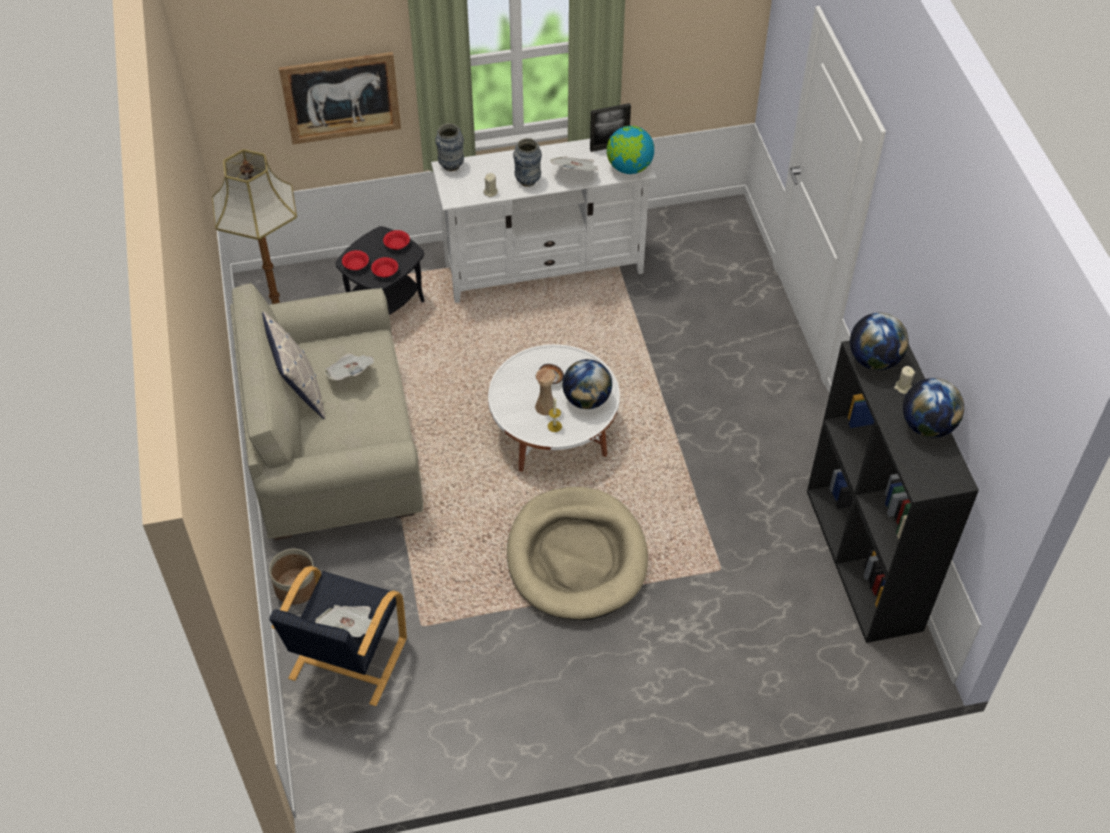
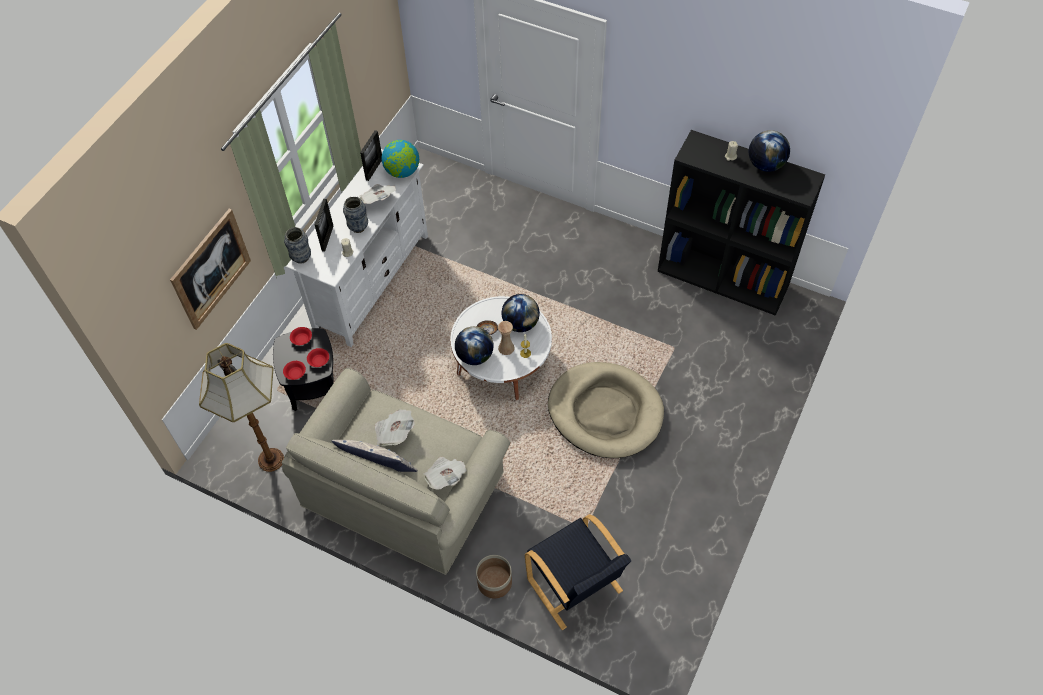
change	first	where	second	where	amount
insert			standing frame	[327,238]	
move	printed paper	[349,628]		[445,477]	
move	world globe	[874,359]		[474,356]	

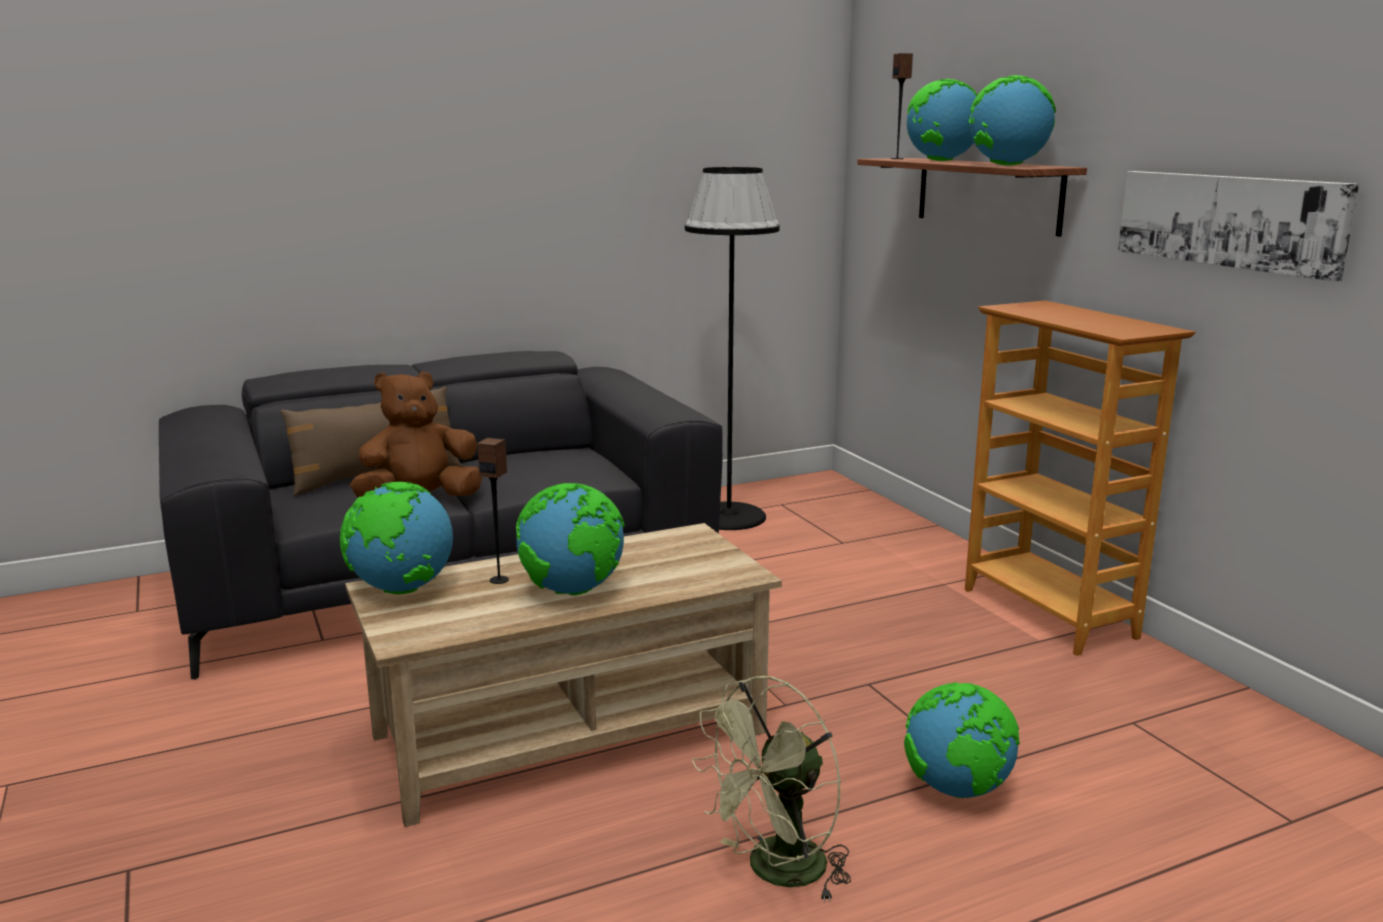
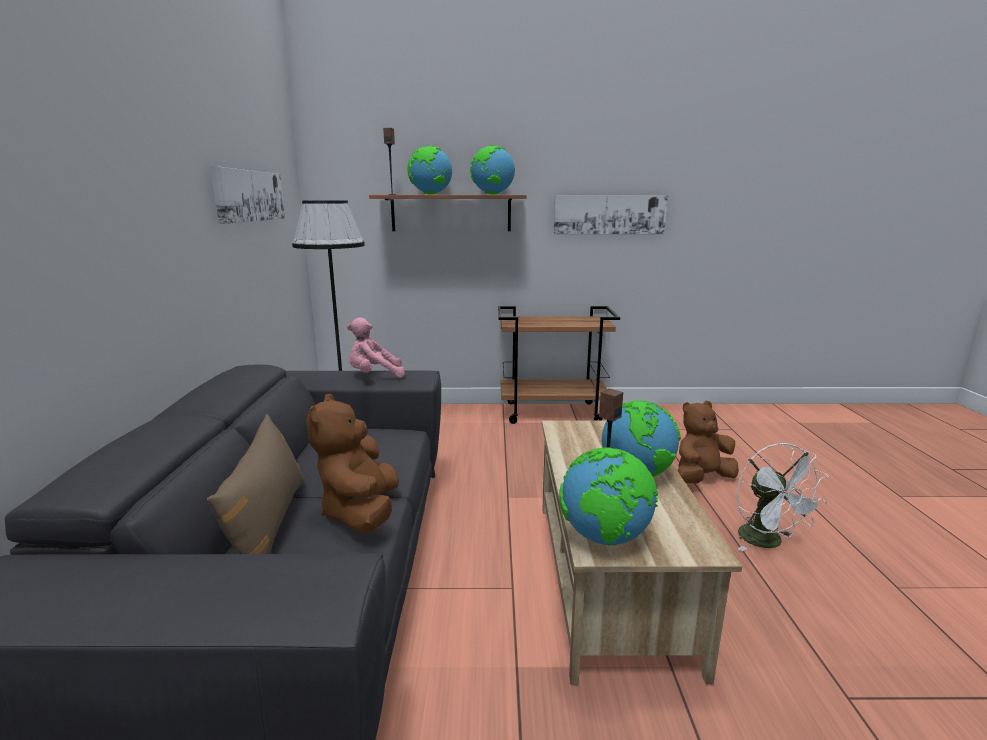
change	first	where	second	where	amount
insert			picture	[249,196]	
insert			pink cuddly toy	[374,375]	
replace	world globe	[958,791]	brownish cuddly toy	[701,478]	
replace	bookcase	[1050,613]	brownish trolley	[553,412]	
recolor	greenish cooling fan	[776,873]	white-coloured cooling fan	[767,542]	

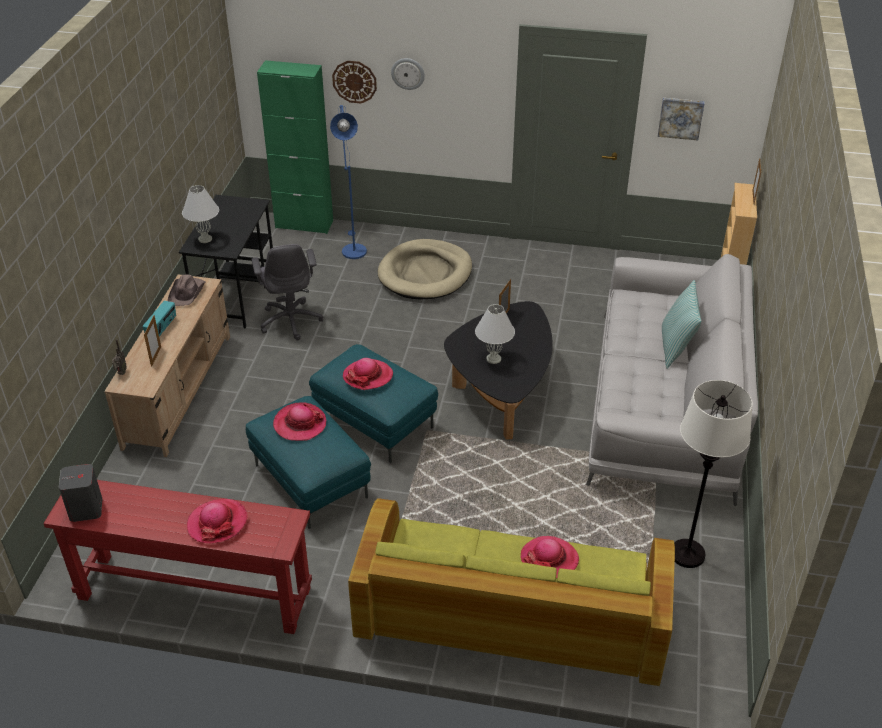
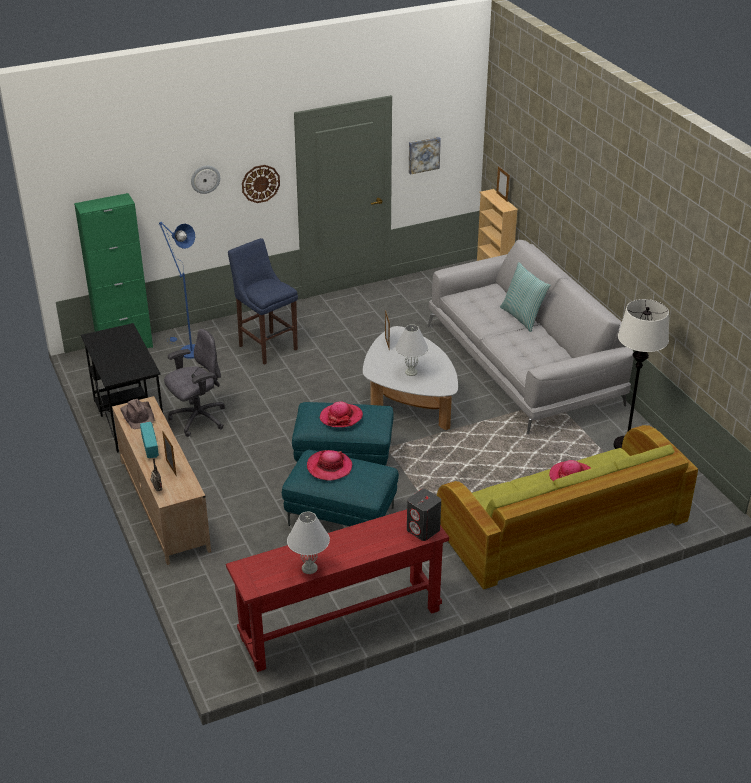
change	first	where	second	where	amount
delete	wearable hat	[217,523]			
move	greyish loudspeaker	[86,509]		[423,530]	
move	white-coloured tabletop lamp	[205,239]		[310,568]	
move	wall clock	[354,81]		[260,183]	
replace	sand-coloured dog bed	[425,273]	blue-coloured sitting stool	[266,346]	
recolor	blackish coffee table	[501,389]	white-coloured coffee table	[408,400]	
rotate	greyish computer chair	[291,320]		[197,419]	75 degrees counterclockwise

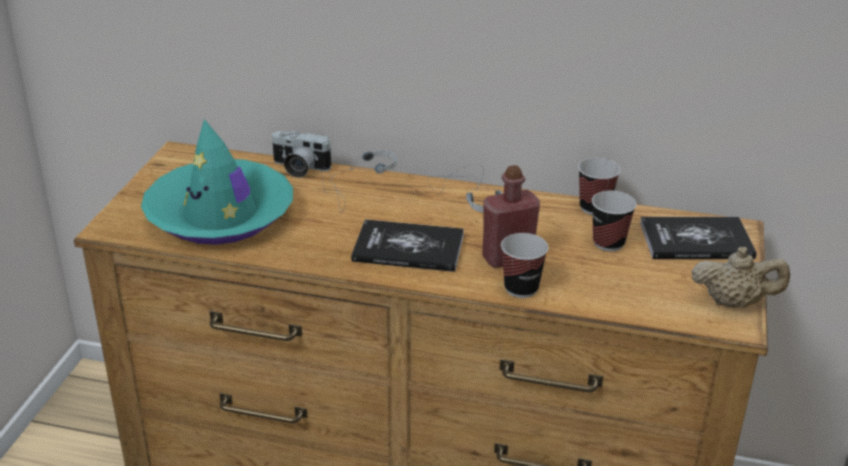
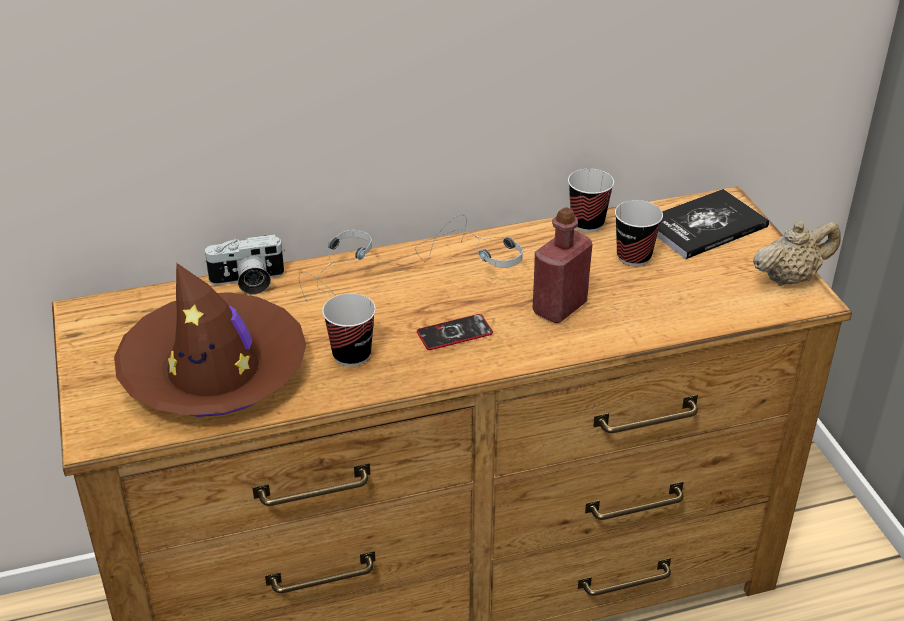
change	first	where	second	where	amount
move	cup	[521,288]		[351,355]	
replace	volume	[408,248]	phone	[454,333]	
recolor	turquoise-coloured wearable hat	[220,215]	brownish wearable hat	[214,371]	

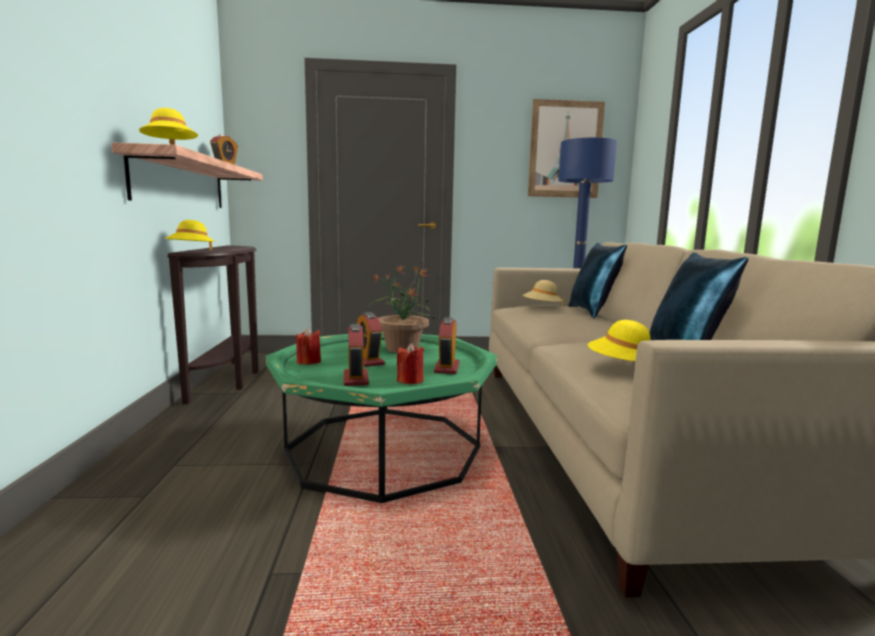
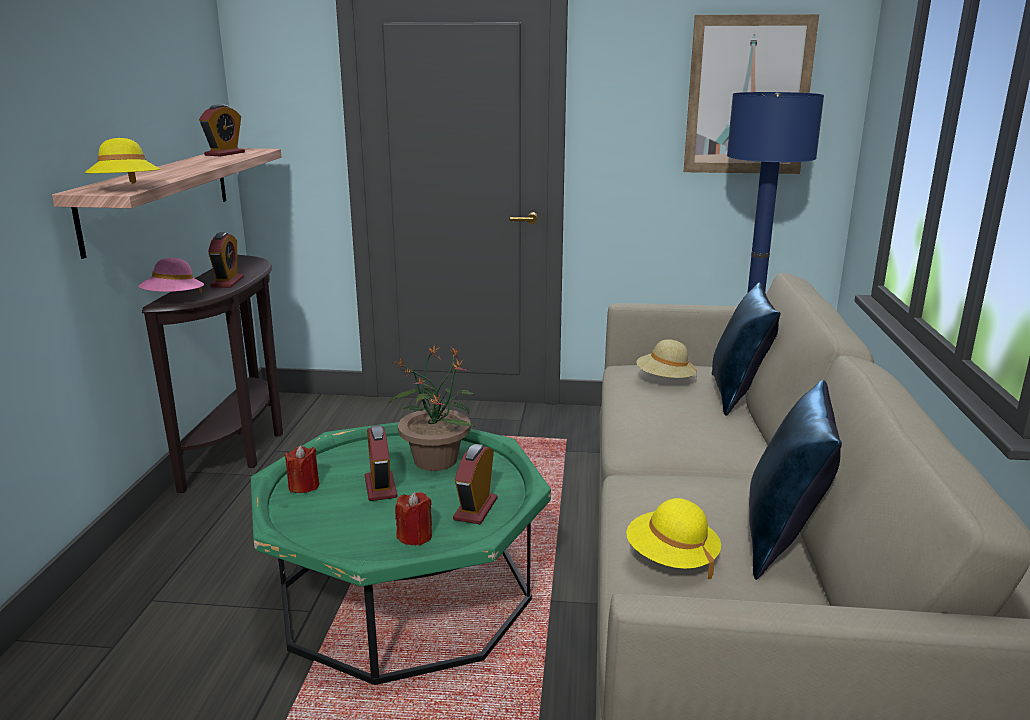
change	first	where	second	where	amount
move	table clock	[355,379]		[227,282]	
recolor	yellow wearable hat	[191,251]	pink wearable hat	[173,300]	

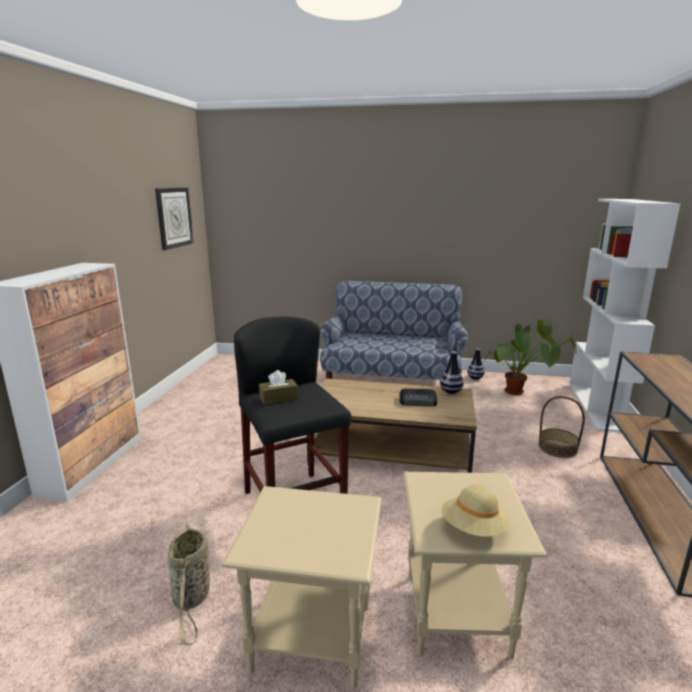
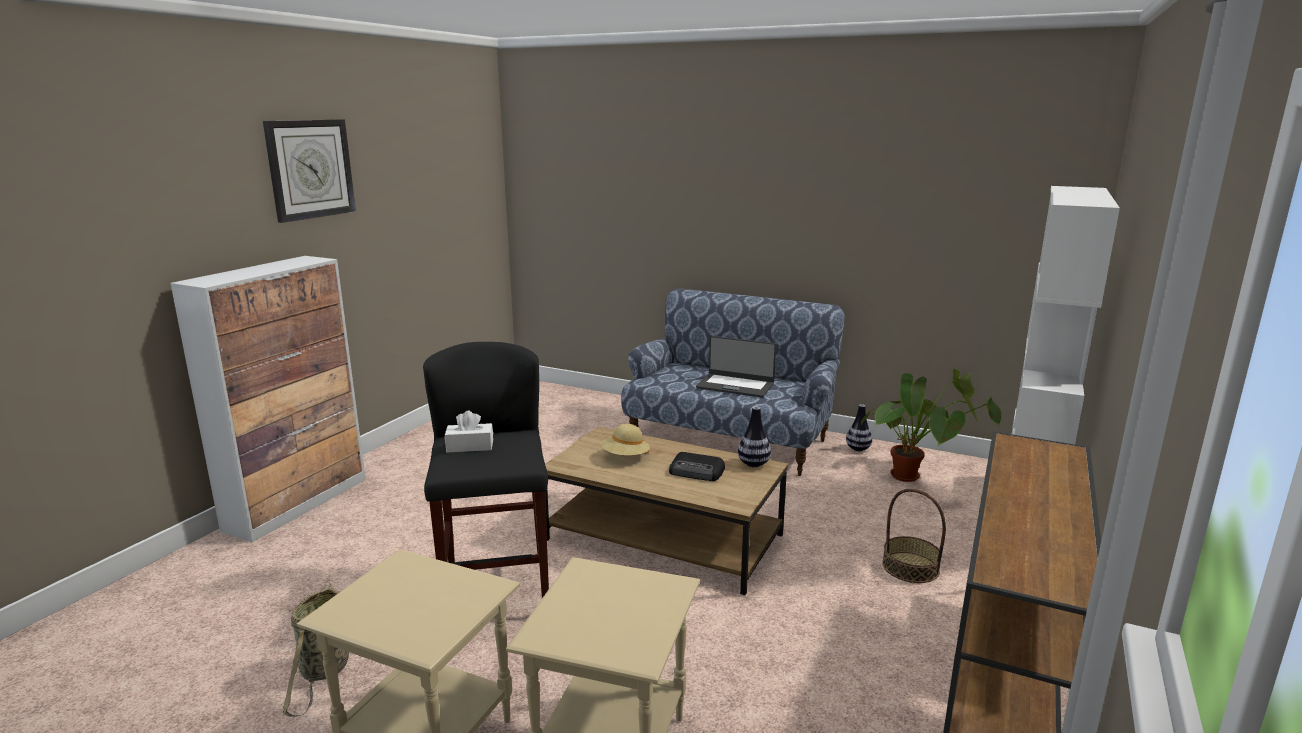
change	first	where	second	where	amount
insert			portable computer	[735,385]	
move	wall clock	[174,217]		[310,169]	
move	sand-coloured wearable hat	[473,529]		[625,457]	
recolor	brownish box of tissues	[278,398]	white-coloured box of tissues	[470,446]	

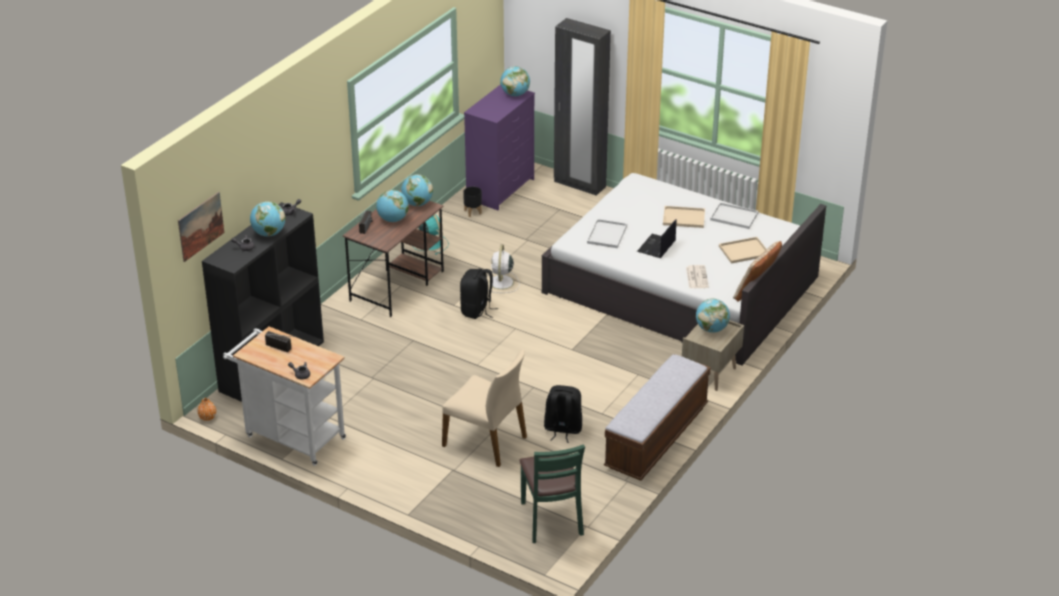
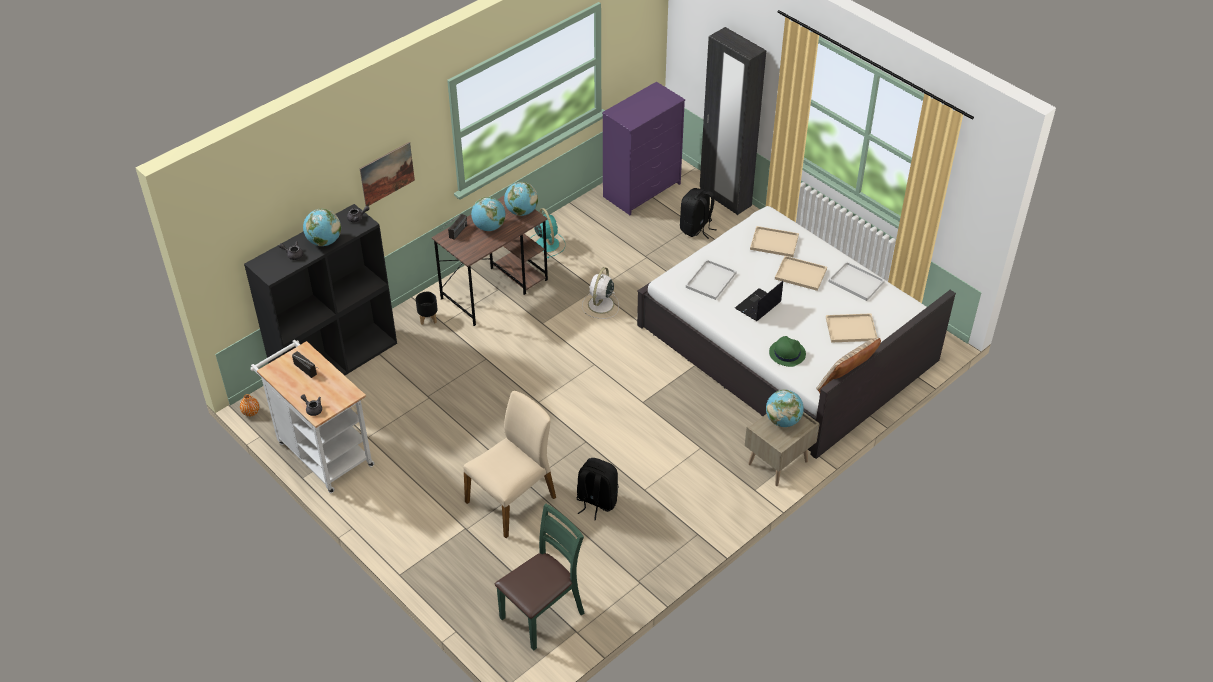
change	first	where	second	where	amount
delete	world globe	[515,94]			
delete	bench	[656,437]			
insert			sand-coloured tray	[775,242]	
move	picture	[200,226]		[387,174]	
move	blackish backpack	[477,310]		[696,228]	
move	blackish flower pot	[472,212]		[428,318]	
replace	printed paper	[696,277]	greenish wearable hat	[787,353]	
rotate	sand-coloured chair	[486,441]		[512,499]	90 degrees counterclockwise
rotate	greenish chair	[551,519]		[542,614]	135 degrees counterclockwise

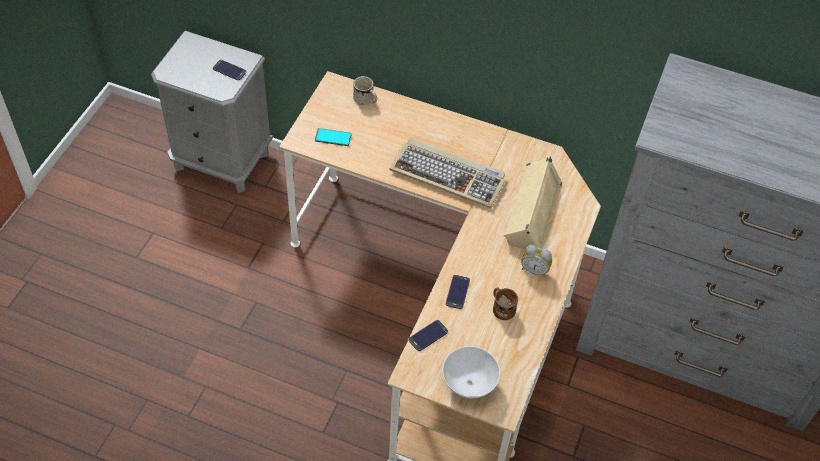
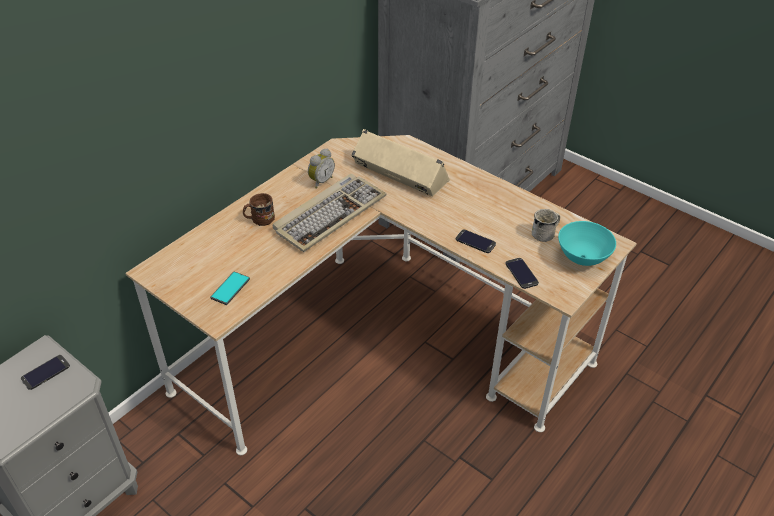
change	first	where	second	where	amount
move	white-coloured mug	[365,100]		[546,234]	
move	brownish mug	[502,308]		[259,219]	
move	table clock	[535,270]		[320,181]	
recolor	white-coloured deep dish	[469,384]	turquoise-coloured deep dish	[583,258]	

